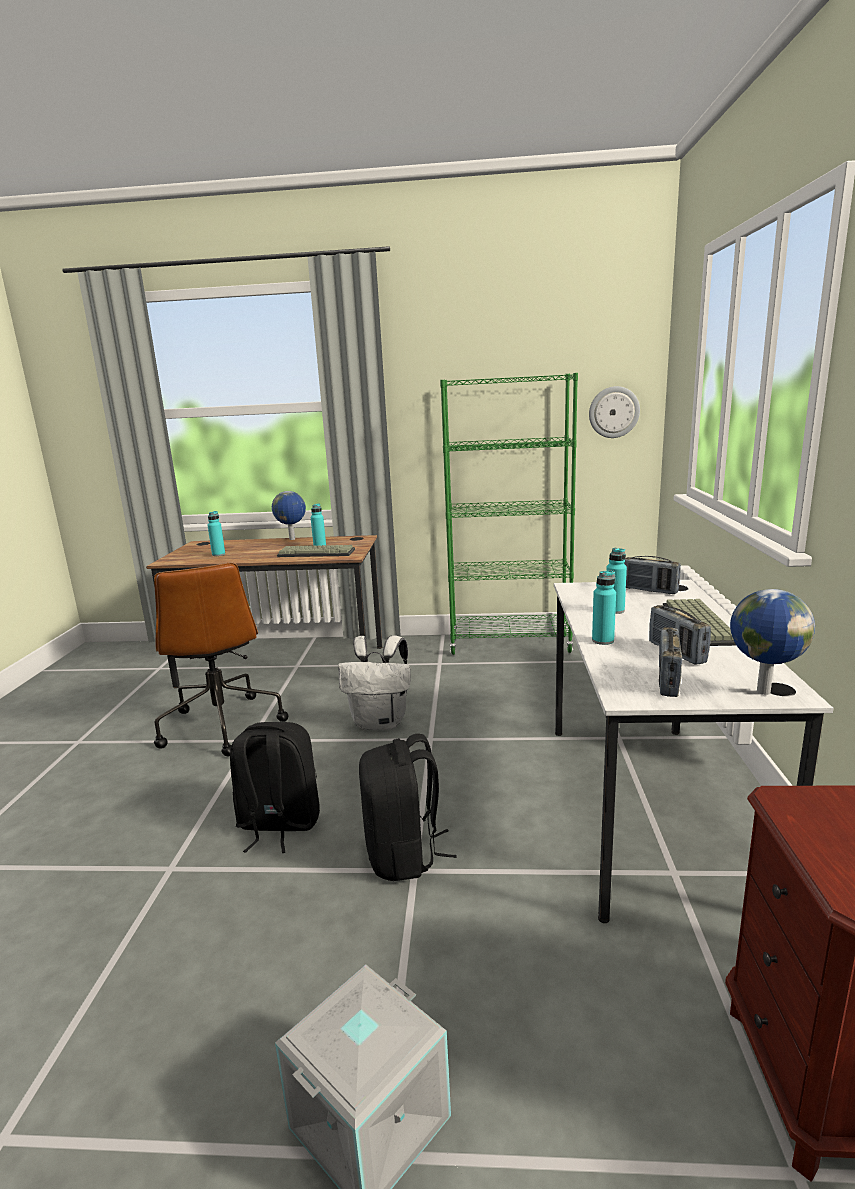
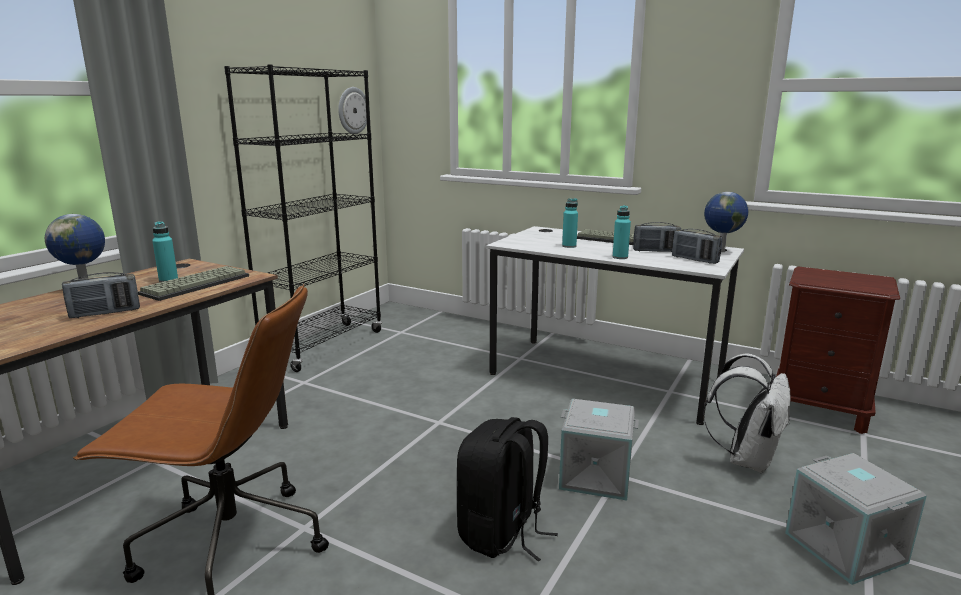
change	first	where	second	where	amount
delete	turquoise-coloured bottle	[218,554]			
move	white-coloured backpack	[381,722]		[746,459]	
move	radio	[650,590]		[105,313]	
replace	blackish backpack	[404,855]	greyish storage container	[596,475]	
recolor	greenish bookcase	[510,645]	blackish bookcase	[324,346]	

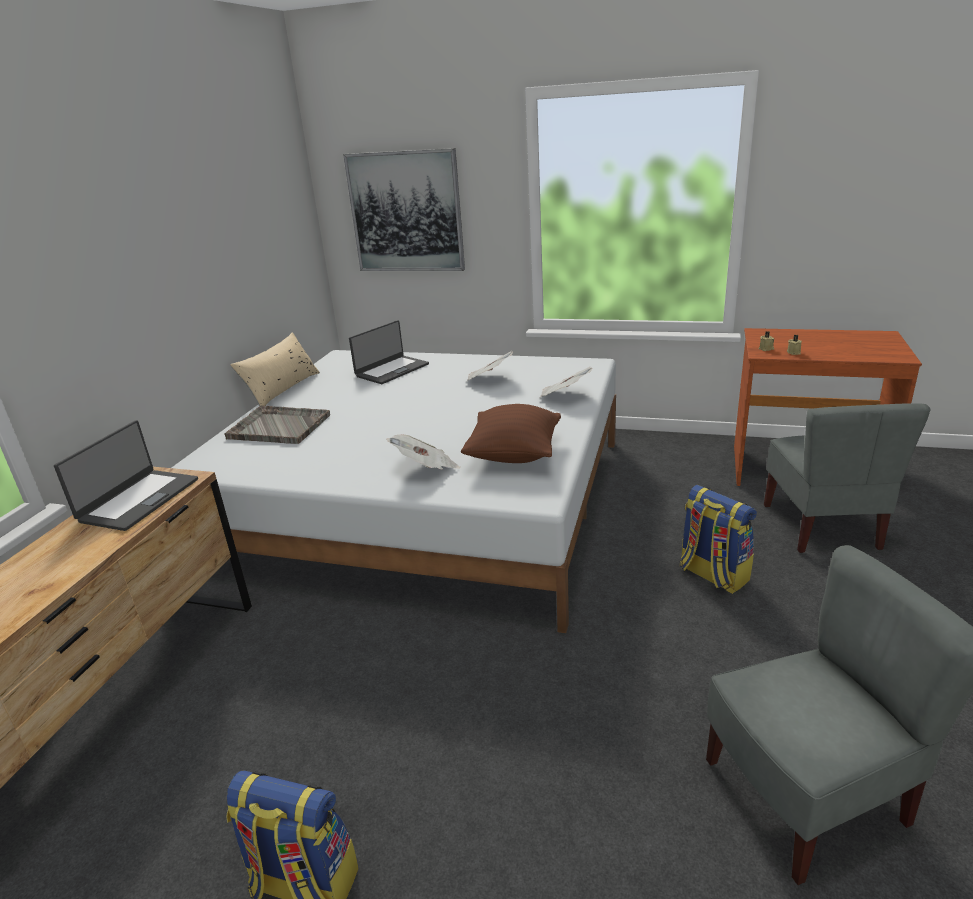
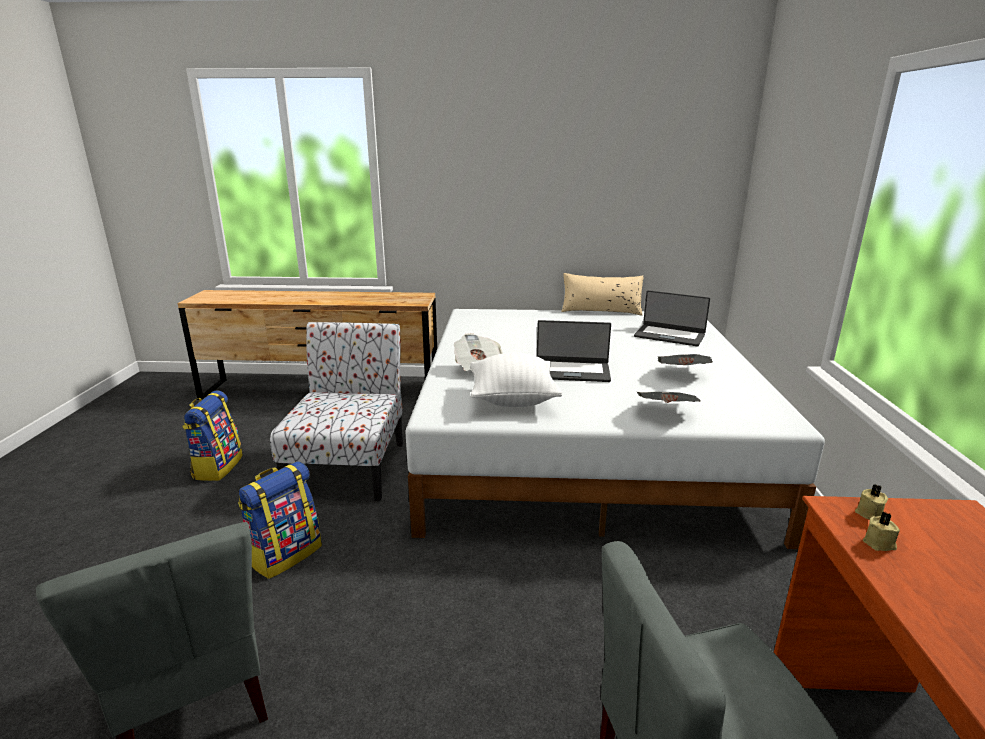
change	first	where	second	where	amount
delete	greyish tray	[278,426]			
delete	picture	[406,212]			
insert			chair	[349,466]	
move	portable computer	[138,500]		[572,371]	
move	backpack	[712,574]		[285,554]	
recolor	brownish throw pillow	[514,455]	white-coloured throw pillow	[513,400]	

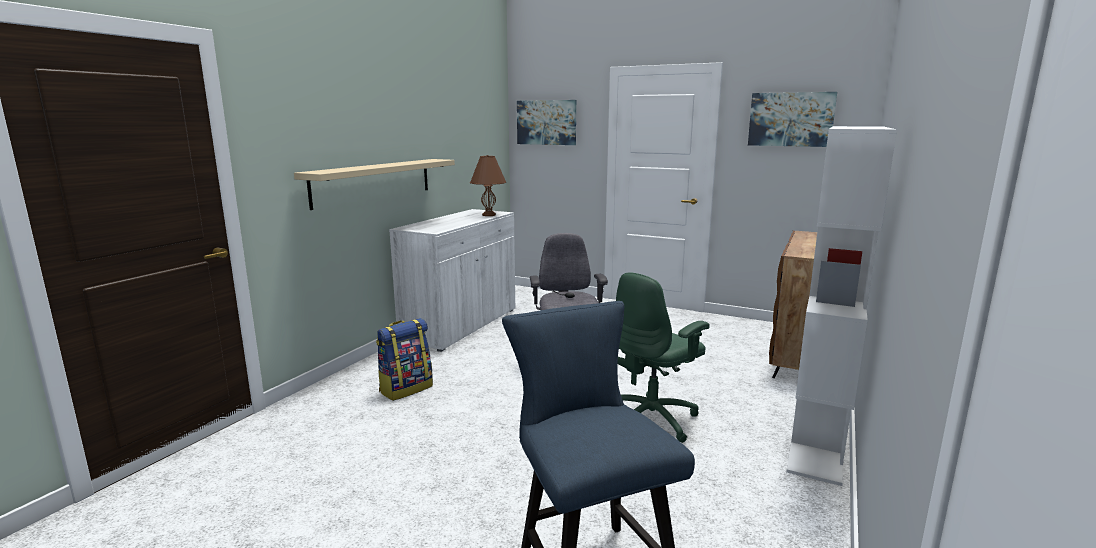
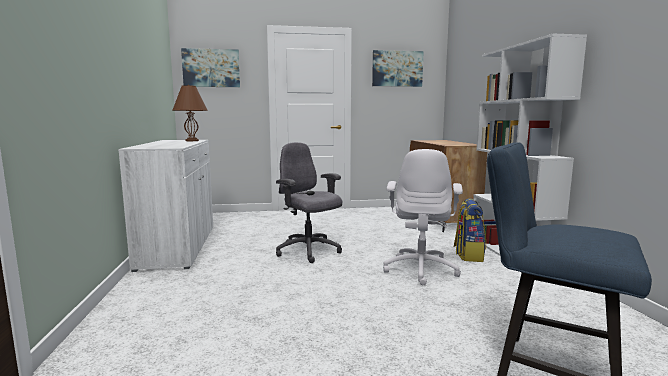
change	first	where	second	where	amount
delete	sand-coloured shelf	[374,181]			
move	backpack	[406,389]		[468,255]	
recolor	greenish computer chair	[652,419]	white-coloured computer chair	[421,269]	

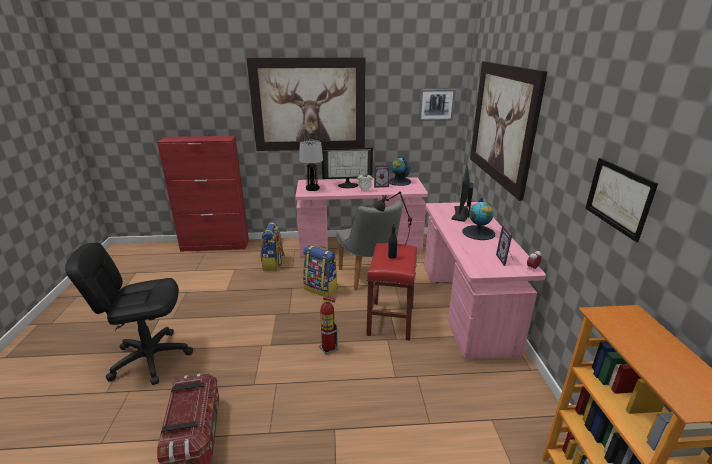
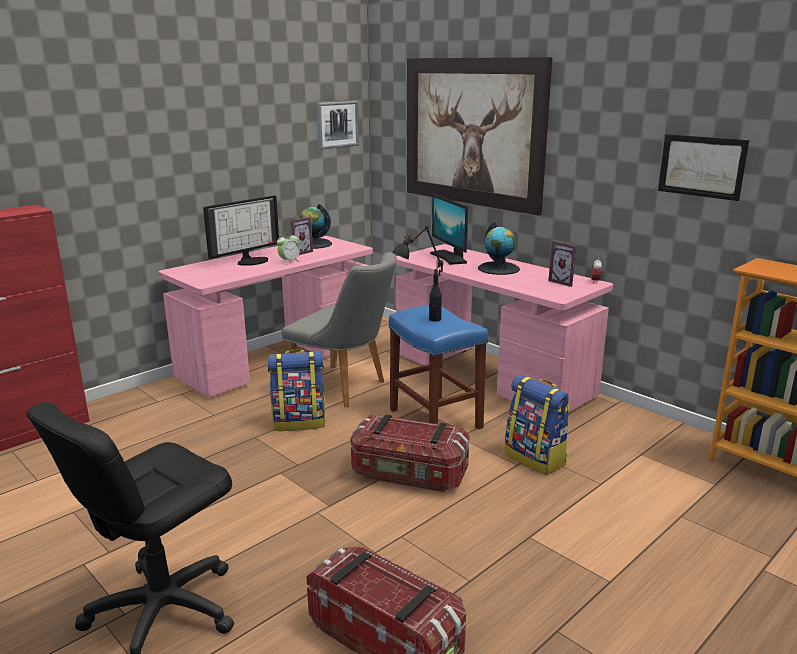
change	first	where	second	where	amount
delete	picture	[309,105]			
delete	tabletop lamp	[312,188]			
move	backpack	[273,264]		[536,459]	
replace	fire extinguisher	[328,349]	storage container	[409,475]	
recolor	red-coloured sitting stool	[390,319]	blue-coloured sitting stool	[434,418]	

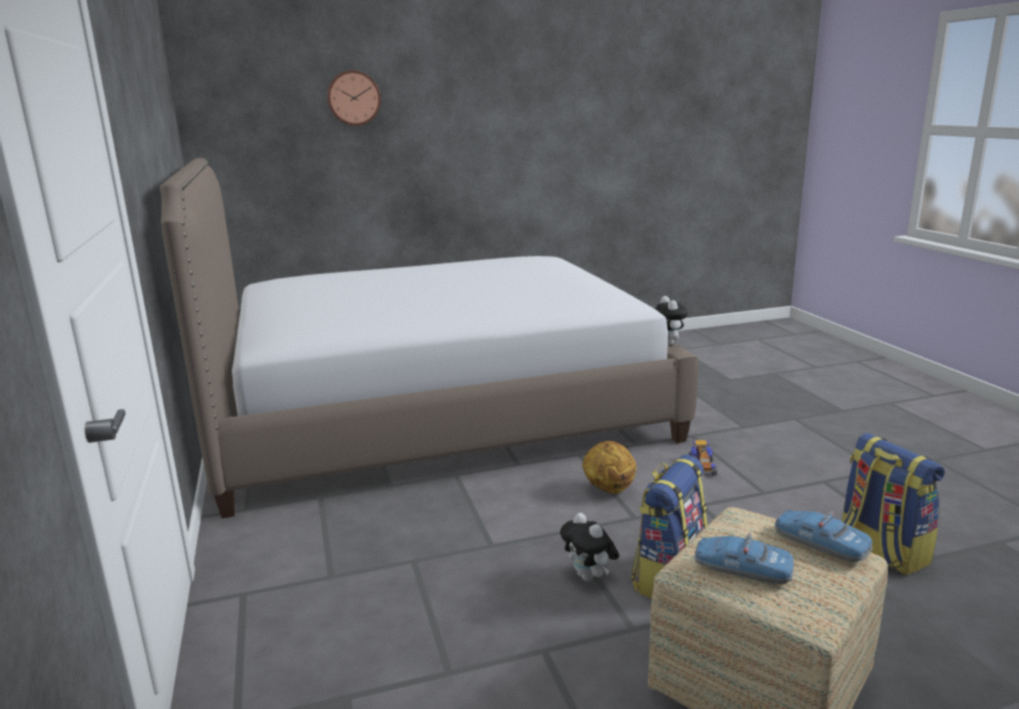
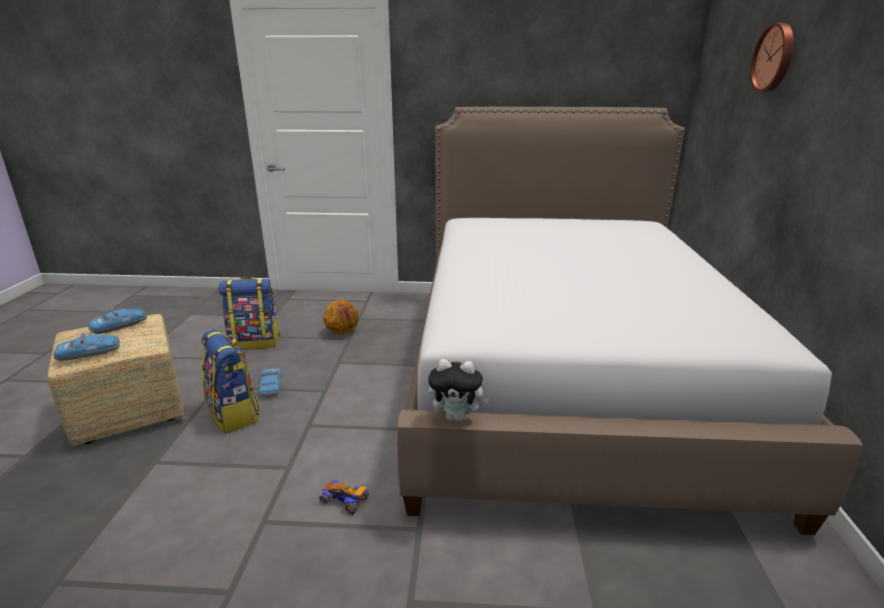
change	first	where	second	where	amount
move	basketball ball	[608,489]		[342,332]	
move	backpack	[880,551]		[255,342]	
replace	cuddly toy	[589,577]	model car	[271,386]	

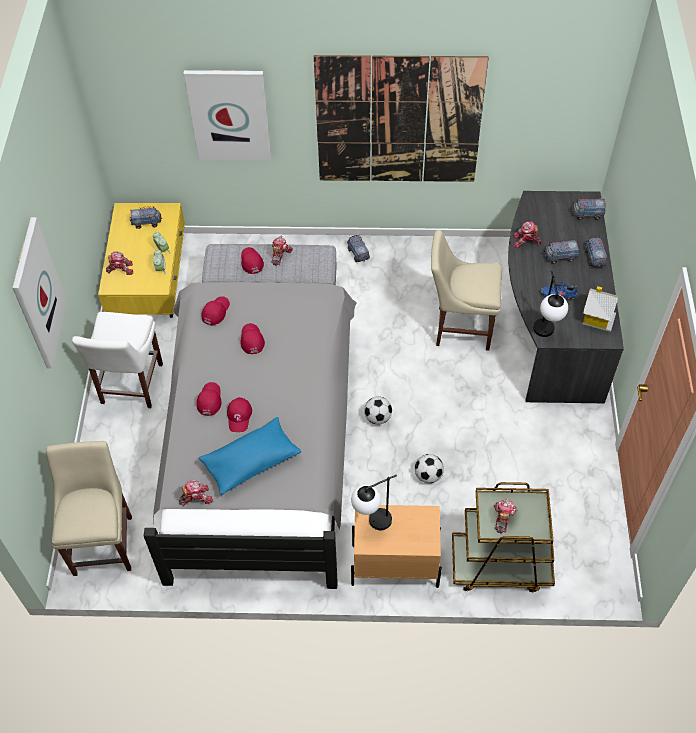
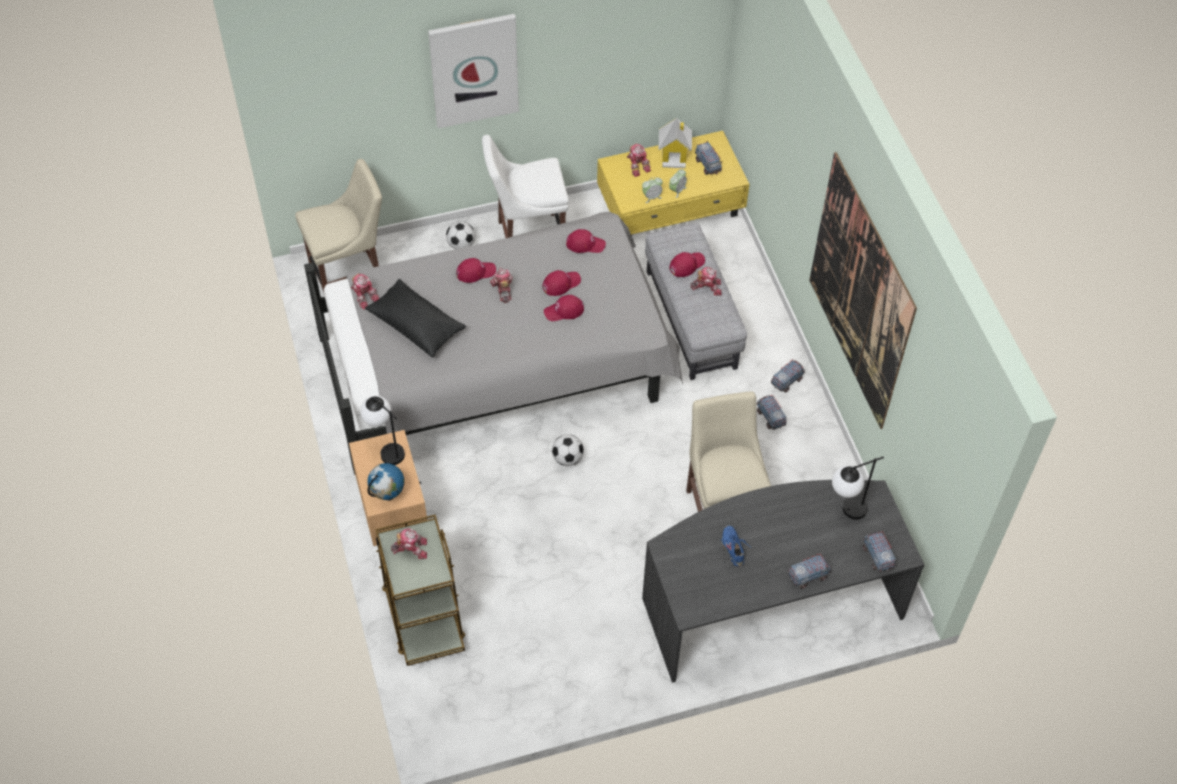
change	first	where	second	where	amount
delete	picture	[229,115]			
insert			world globe	[388,495]	
move	red-coloured cap	[239,416]		[564,311]	
move	football ball	[428,475]		[461,245]	
move	robot figure	[526,241]		[502,289]	
move	tabletop lamp	[545,335]		[845,512]	
move	model truck	[560,257]		[770,417]	
move	model house	[597,318]		[674,155]	
recolor	blue-coloured throw pillow	[251,461]	blackish throw pillow	[416,325]	

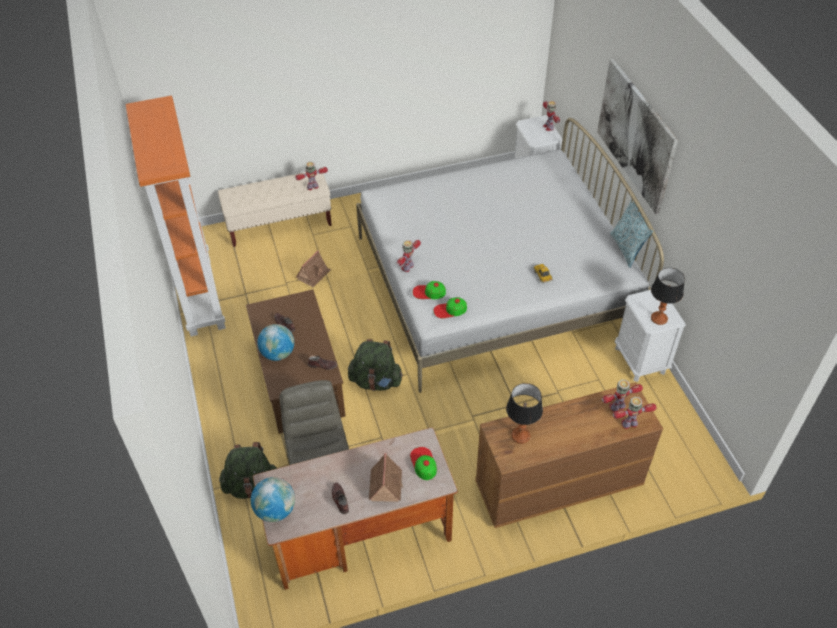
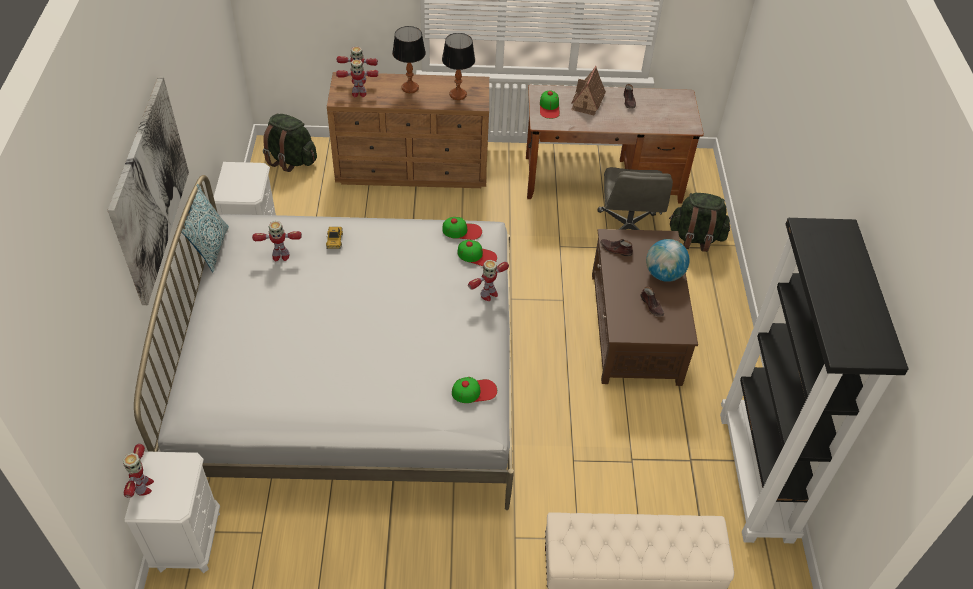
change	first	where	second	where	amount
delete	world globe	[275,510]			
delete	model house	[313,275]			
insert			cap	[474,391]	
move	robot figure	[313,187]		[280,256]	
move	greenish backpack	[376,381]		[291,160]	
move	tabletop lamp	[658,318]		[410,88]	
recolor	orangey bookcase	[199,295]	blackish bookcase	[756,477]	

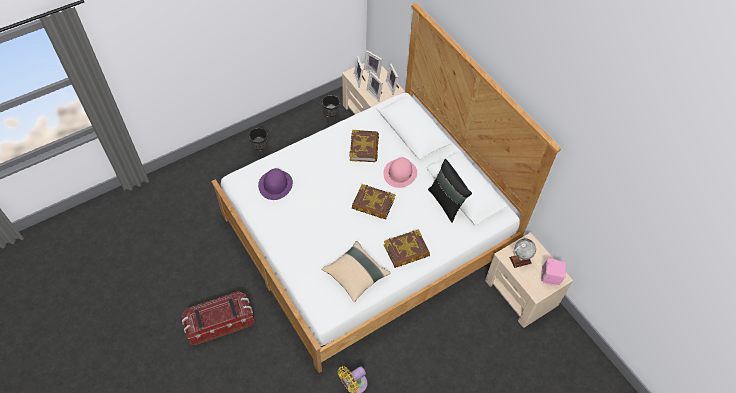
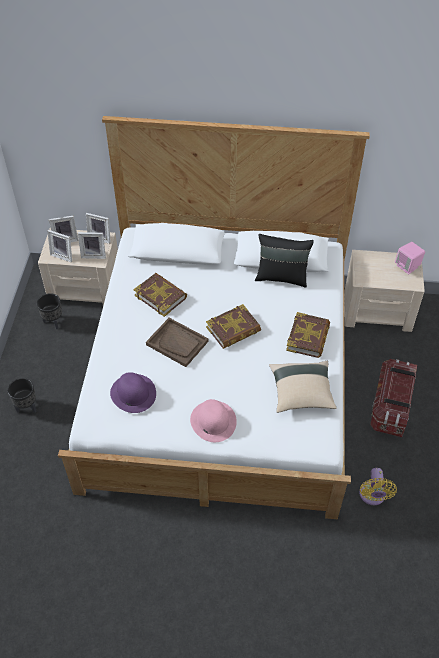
change	first	where	second	where	amount
delete	world globe	[520,260]			
insert			brownish tray	[177,343]	
move	storage container	[220,323]		[391,406]	
move	pink wearable hat	[400,173]		[213,421]	

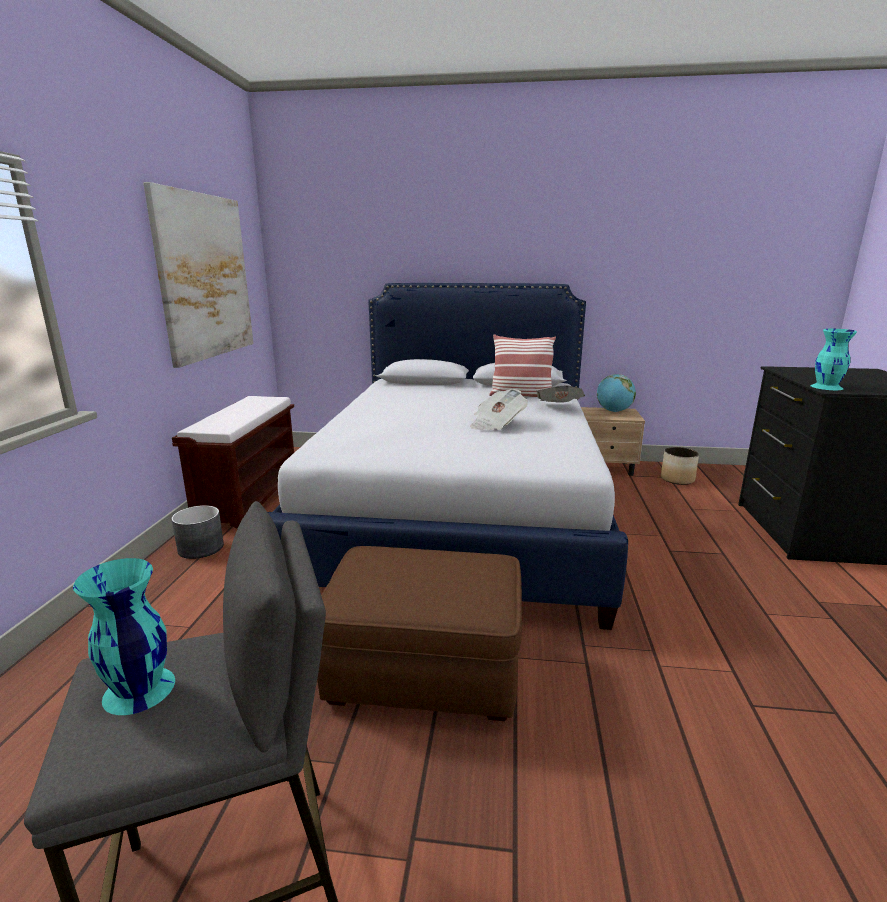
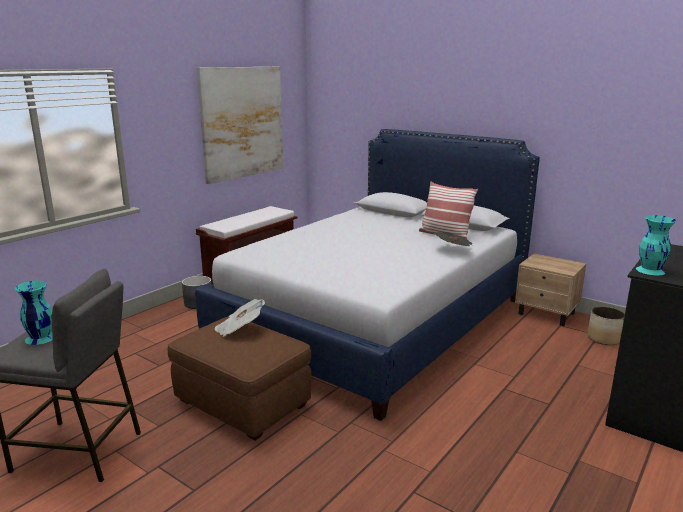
change	first	where	second	where	amount
delete	world globe	[614,411]			
move	printed paper	[496,425]		[239,329]	

